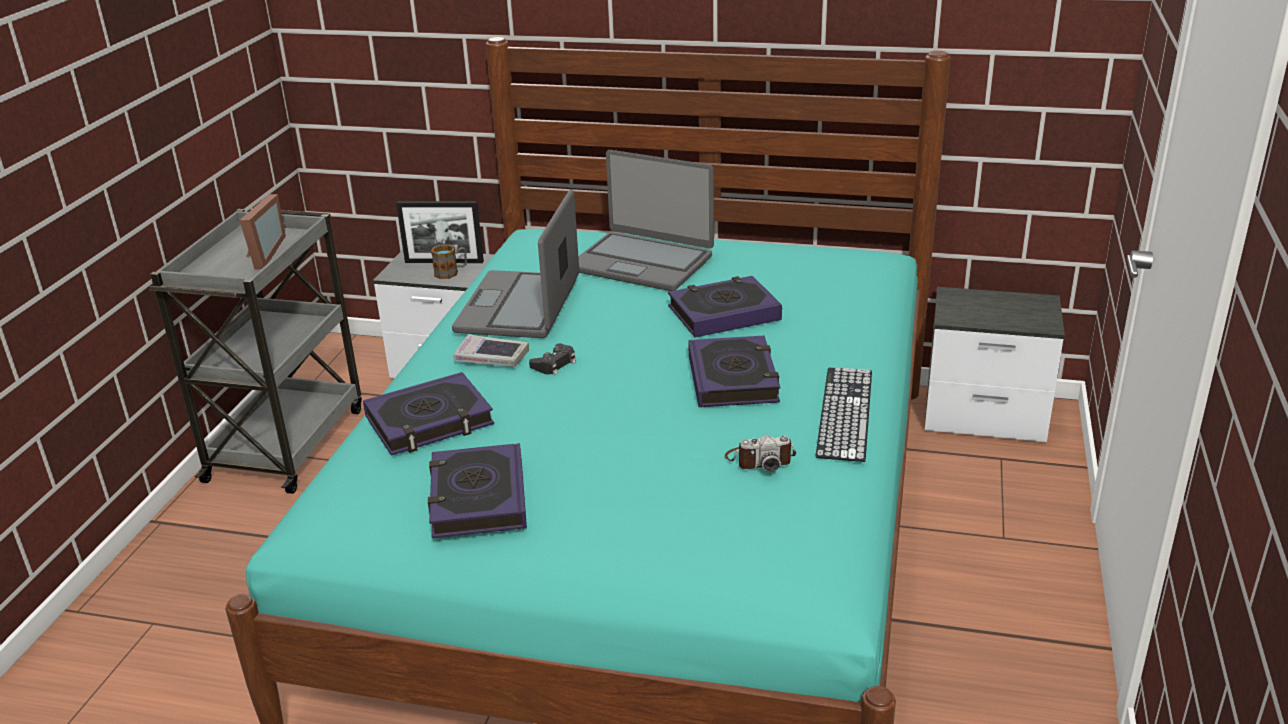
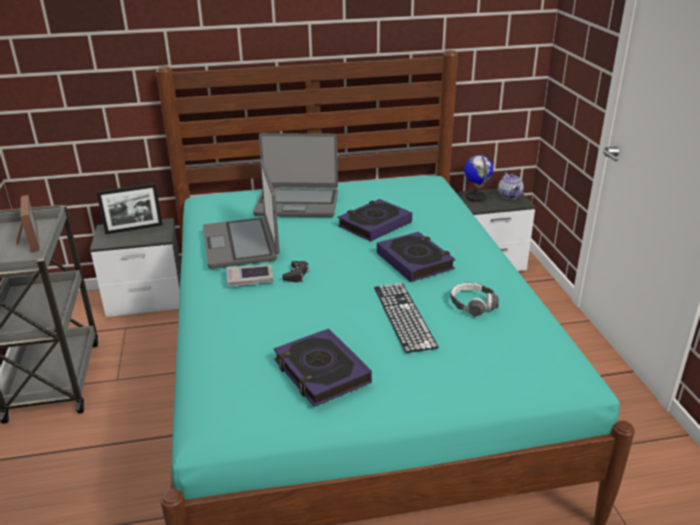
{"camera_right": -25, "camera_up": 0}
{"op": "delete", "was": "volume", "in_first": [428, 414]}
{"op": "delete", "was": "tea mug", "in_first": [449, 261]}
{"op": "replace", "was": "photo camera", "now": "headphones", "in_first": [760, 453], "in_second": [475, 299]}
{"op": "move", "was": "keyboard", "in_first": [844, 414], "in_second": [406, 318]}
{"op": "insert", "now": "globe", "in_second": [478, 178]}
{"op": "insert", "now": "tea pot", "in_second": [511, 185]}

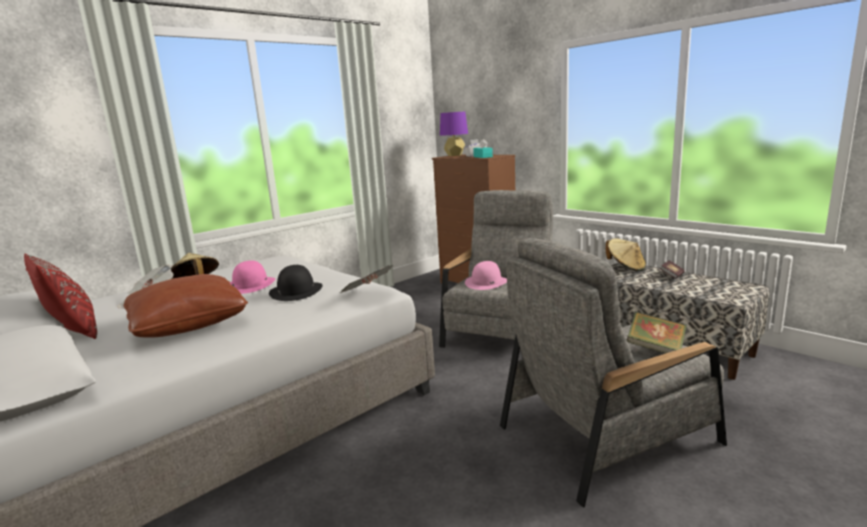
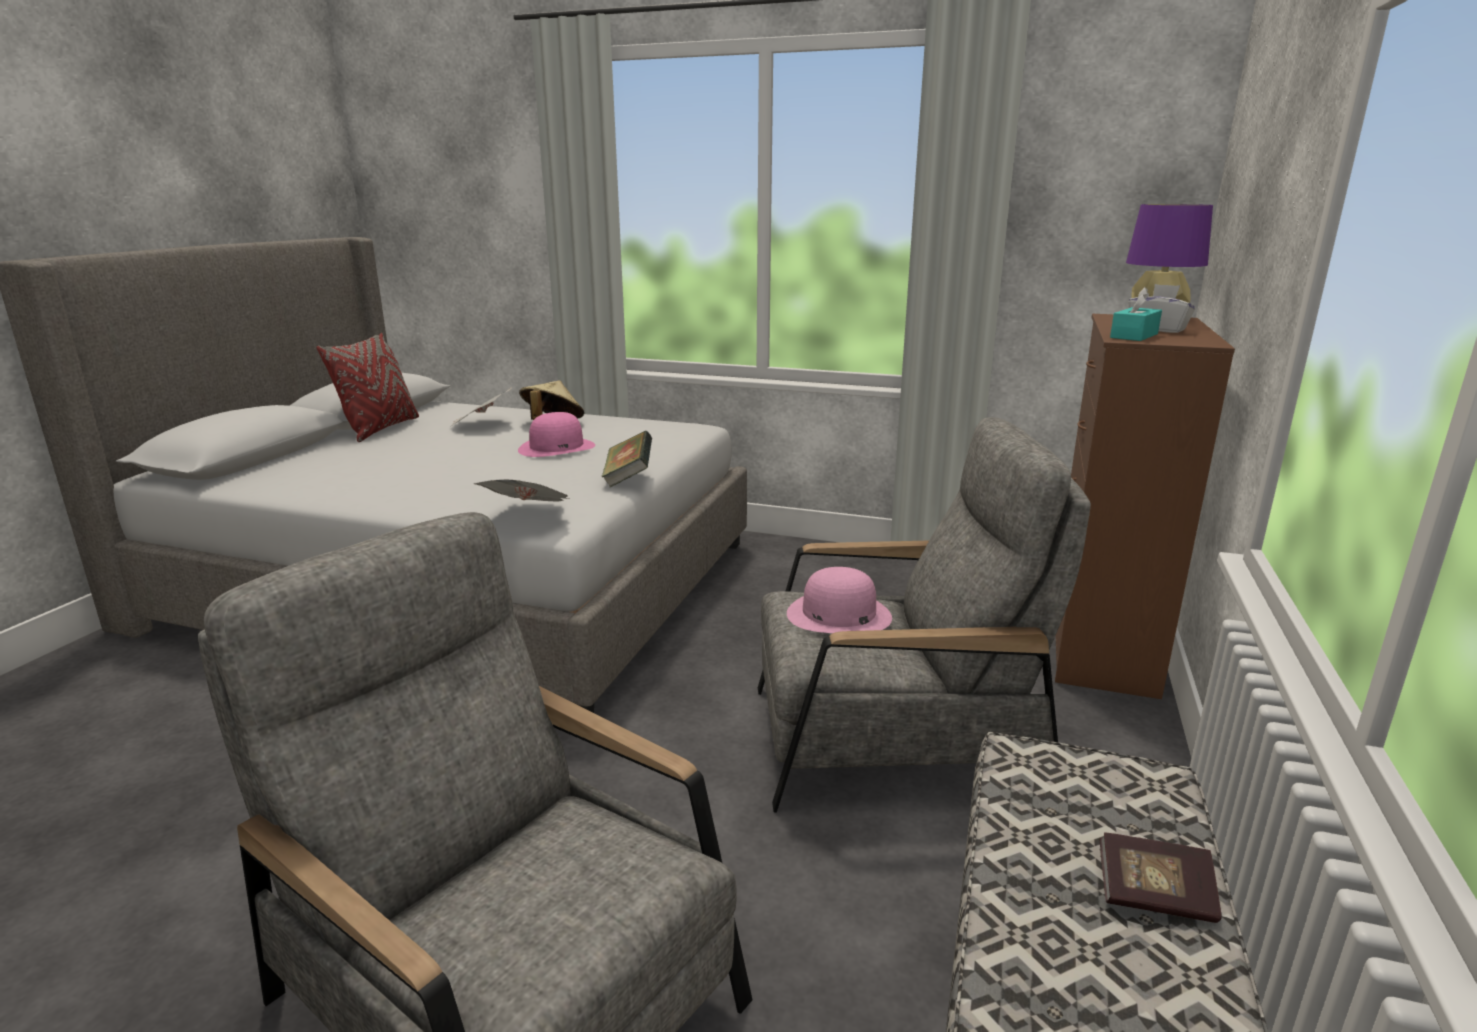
{"camera_right": 60, "camera_up": 5}
{"op": "delete", "was": "brownish cushion", "in_first": [185, 306]}
{"op": "delete", "was": "black-coloured hat", "in_first": [296, 283]}
{"op": "delete", "was": "sand-coloured hat", "in_first": [626, 254]}
{"op": "move", "was": "volume", "in_first": [657, 332], "in_second": [627, 459]}

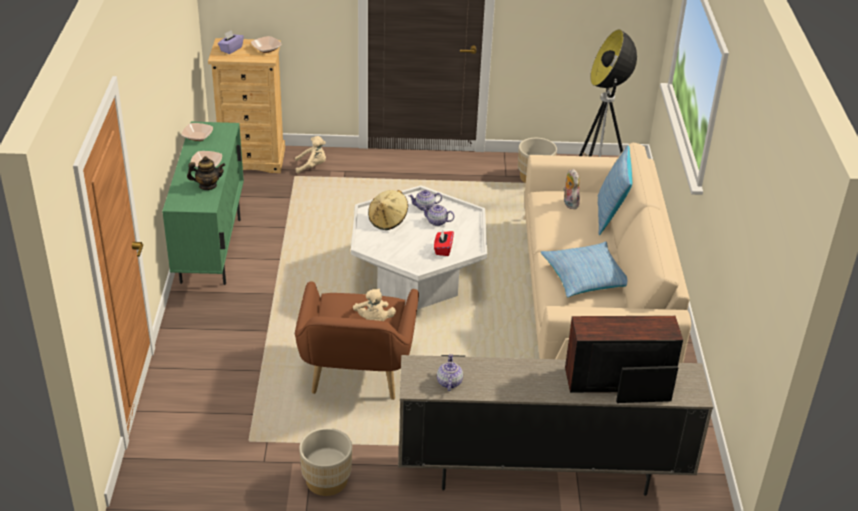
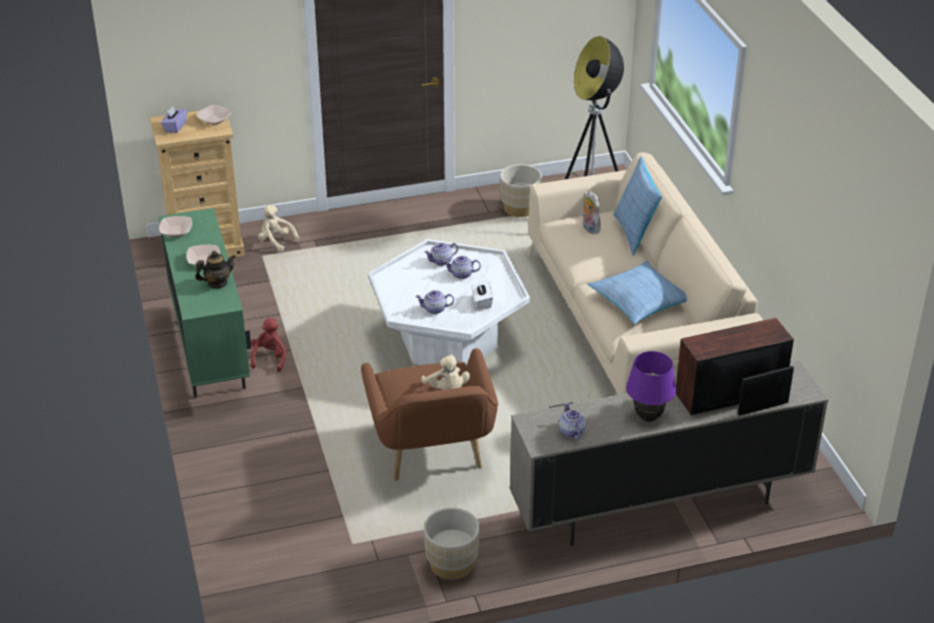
{"camera_right": -15, "camera_up": 0}
{"op": "rotate", "was": "sand-coloured soft toy", "in_first": [310, 155], "in_second": [278, 228], "clockwise": -120}
{"op": "delete", "was": "sand-coloured hat", "in_first": [388, 210]}
{"op": "recolor", "was": "red tissue holder", "now": "white-coloured tissue holder", "in_first": [444, 242], "in_second": [482, 295]}
{"op": "insert", "now": "red soft toy", "in_second": [269, 345]}
{"op": "insert", "now": "tea pot", "in_second": [434, 302]}
{"op": "insert", "now": "purplish lamp for a table", "in_second": [651, 386]}

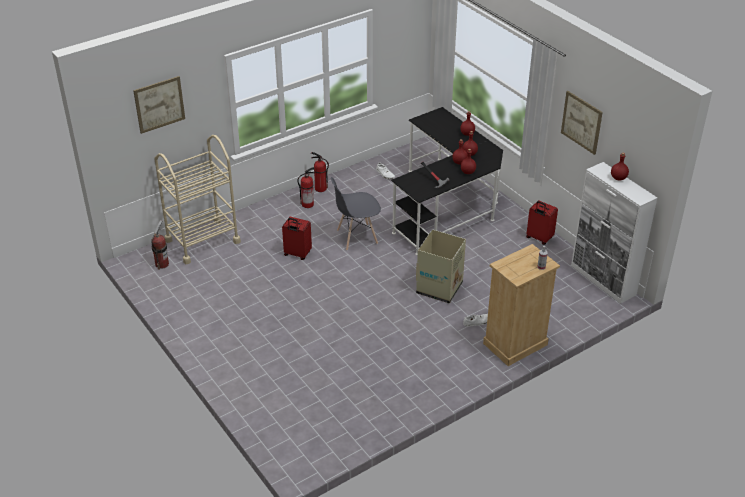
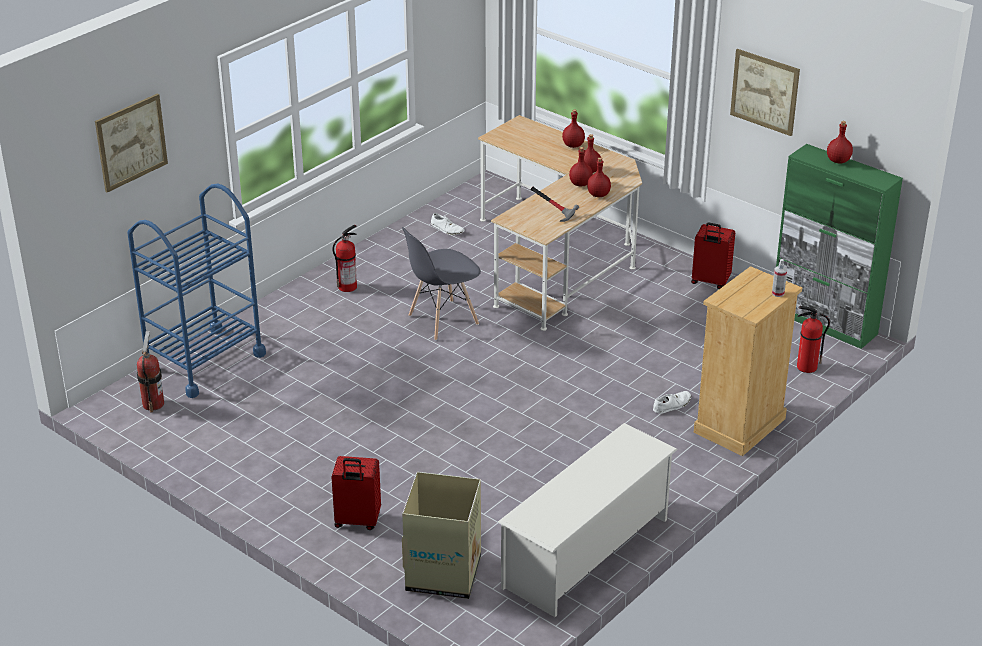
{"camera_right": -15, "camera_up": -5}
{"op": "recolor", "was": "sand-coloured wheeled cart", "now": "bluish wheeled cart", "in_first": [197, 199], "in_second": [196, 290]}
{"op": "move", "was": "red suitcase", "in_first": [297, 238], "in_second": [356, 493]}
{"op": "move", "was": "extinguisher", "in_first": [320, 172], "in_second": [813, 339]}
{"op": "recolor", "was": "black-coloured desk table", "now": "sand-coloured desk table", "in_first": [447, 181], "in_second": [560, 223]}
{"op": "move", "was": "carton", "in_first": [441, 266], "in_second": [441, 535]}
{"op": "recolor", "was": "white-coloured storage cabinet", "now": "green storage cabinet", "in_first": [614, 233], "in_second": [839, 246]}
{"op": "insert", "now": "white-coloured shoe rack", "in_second": [588, 520]}

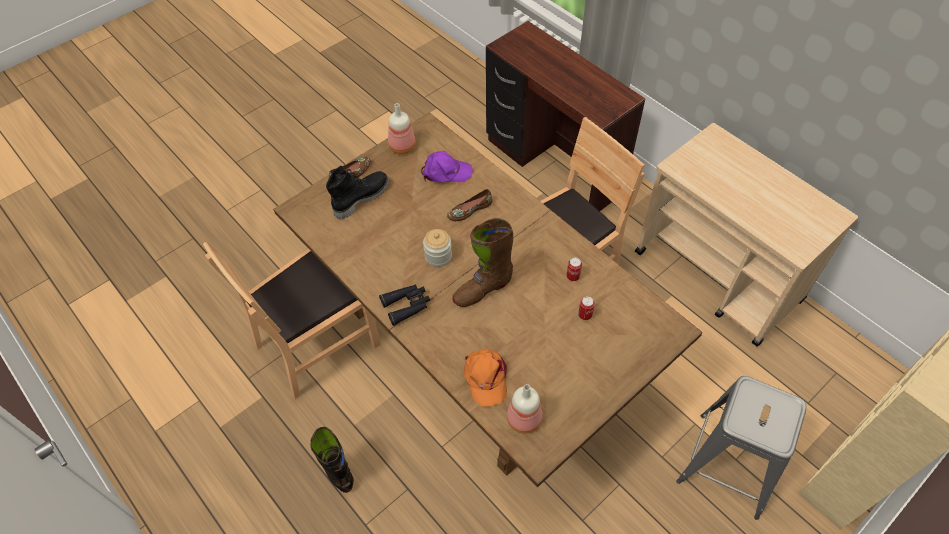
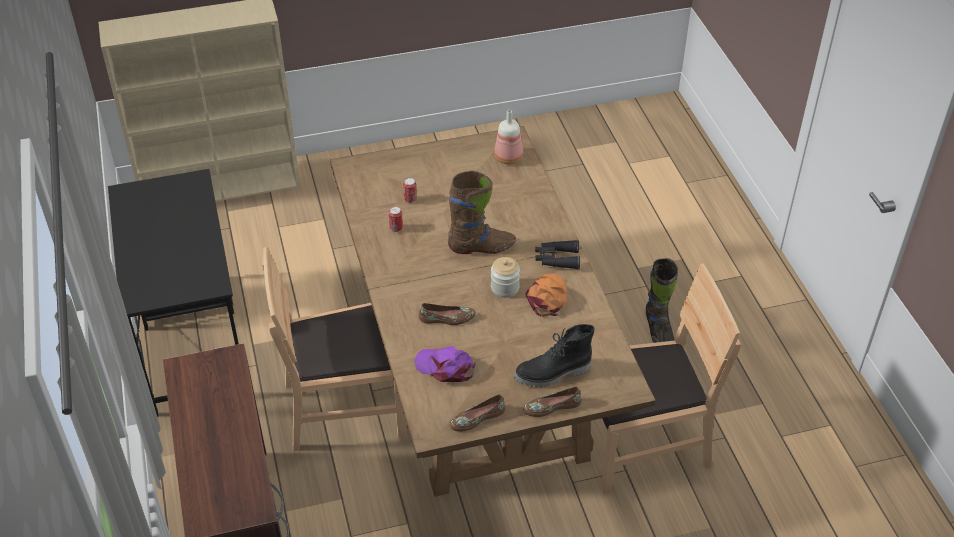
{"camera_right": -155, "camera_up": -10}
{"op": "replace", "was": "bottle", "now": "brownish shoe", "in_first": [402, 128], "in_second": [477, 413]}
{"op": "move", "was": "orangey baseball cap", "in_first": [485, 378], "in_second": [546, 295]}
{"op": "replace", "was": "sand-coloured wheeled cart", "now": "black-coloured desk table", "in_first": [746, 235], "in_second": [173, 293]}
{"op": "delete", "was": "grey stool", "in_first": [741, 448]}

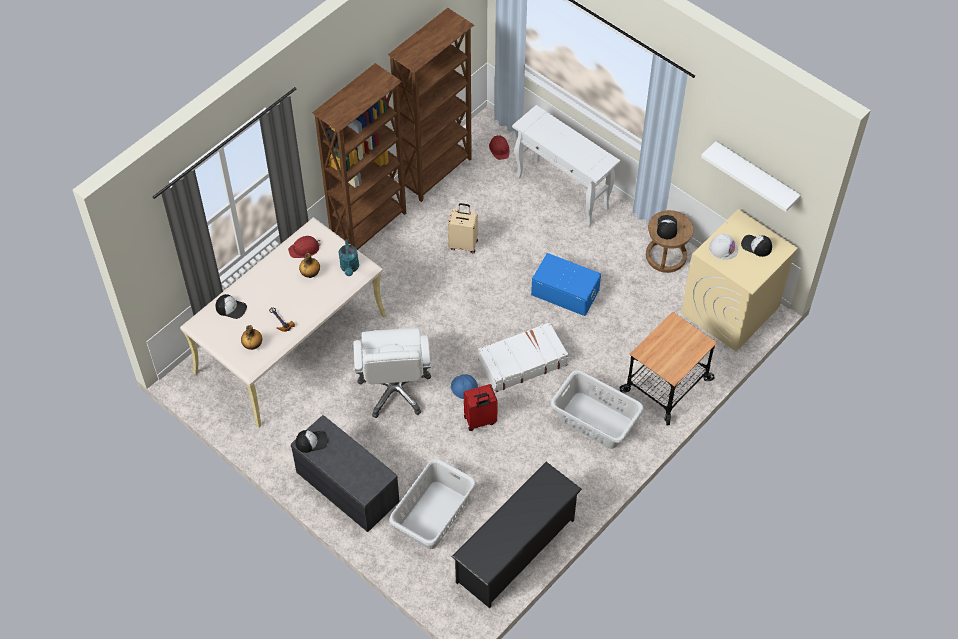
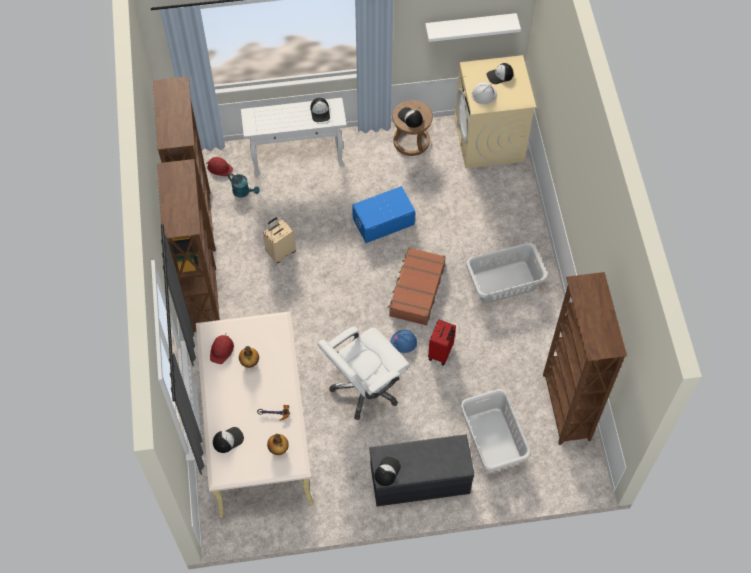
{"camera_right": -50, "camera_up": 5}
{"op": "move", "was": "blue-green watering pot", "in_first": [349, 257], "in_second": [244, 185]}
{"op": "rotate", "was": "white-coloured office chair", "in_first": [392, 373], "in_second": [363, 373], "clockwise": 105}
{"op": "replace", "was": "black-coloured shoe rack", "now": "brownish shelving unit", "in_first": [516, 535], "in_second": [585, 358]}
{"op": "recolor", "was": "white-coloured suitcase", "now": "brownish suitcase", "in_first": [523, 357], "in_second": [417, 286]}
{"op": "delete", "was": "wheeled cart", "in_first": [668, 368]}
{"op": "insert", "now": "baseball cap", "in_second": [320, 110]}

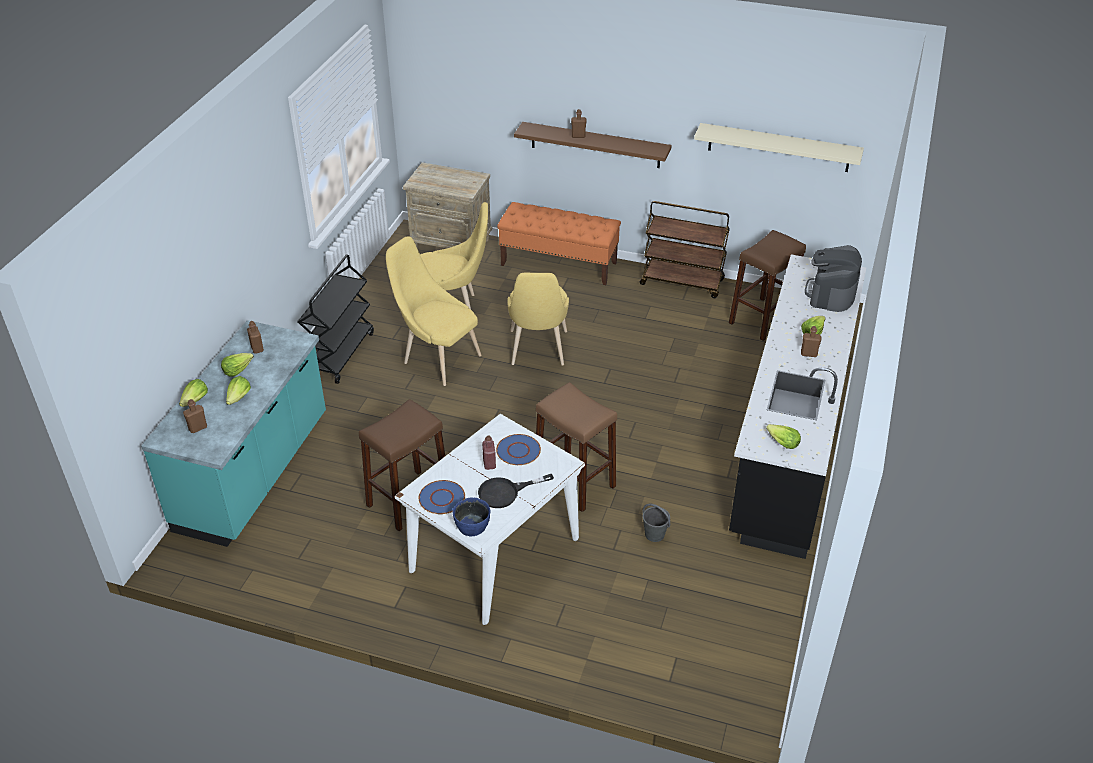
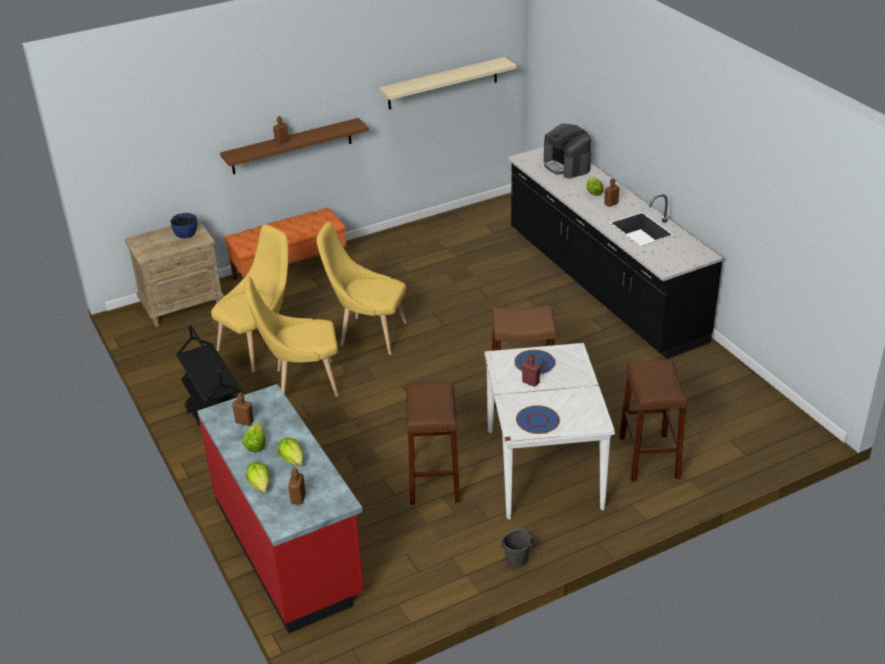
{"camera_right": -45, "camera_up": -5}
{"op": "recolor", "was": "blue-green kitchen counter", "now": "red kitchen counter", "in_first": [233, 433], "in_second": [280, 508]}
{"op": "move", "was": "bluish deep dish", "in_first": [471, 516], "in_second": [183, 225]}
{"op": "delete", "was": "black-coloured pan", "in_first": [516, 491]}
{"op": "rotate", "was": "yellow-coloured chair", "in_first": [538, 319], "in_second": [362, 288], "clockwise": 150}
{"op": "delete", "was": "brownish wheeled cart", "in_first": [685, 249]}
{"op": "move", "was": "grey pail", "in_first": [656, 523], "in_second": [517, 547]}
{"op": "move", "was": "brownish stool", "in_first": [767, 285], "in_second": [653, 420]}
{"op": "delete", "was": "head of lettuce", "in_first": [783, 436]}

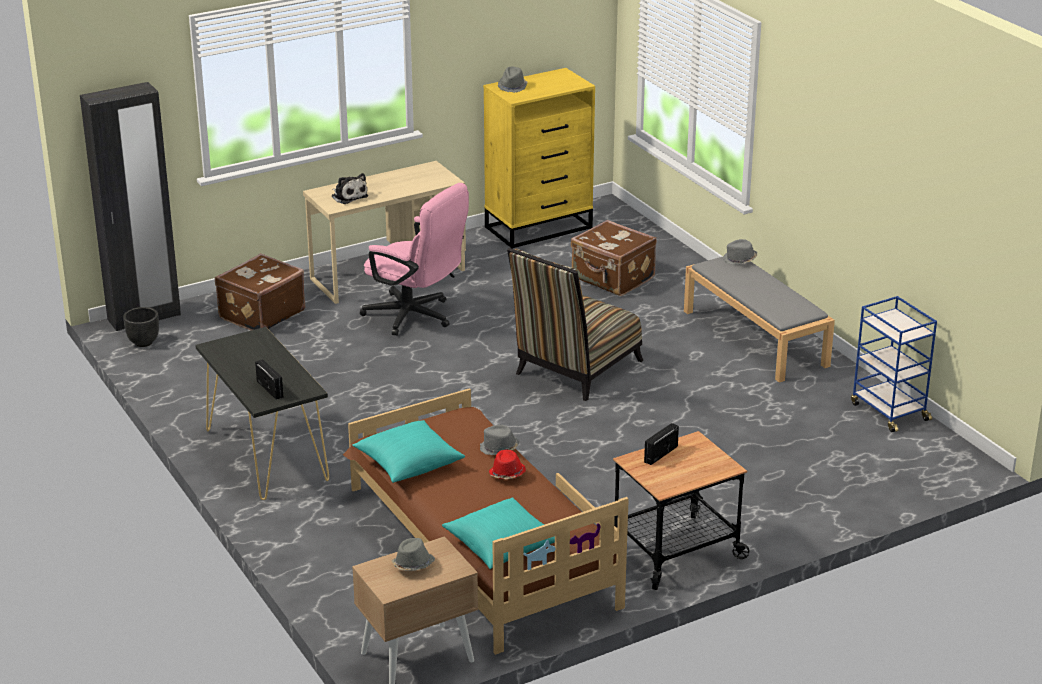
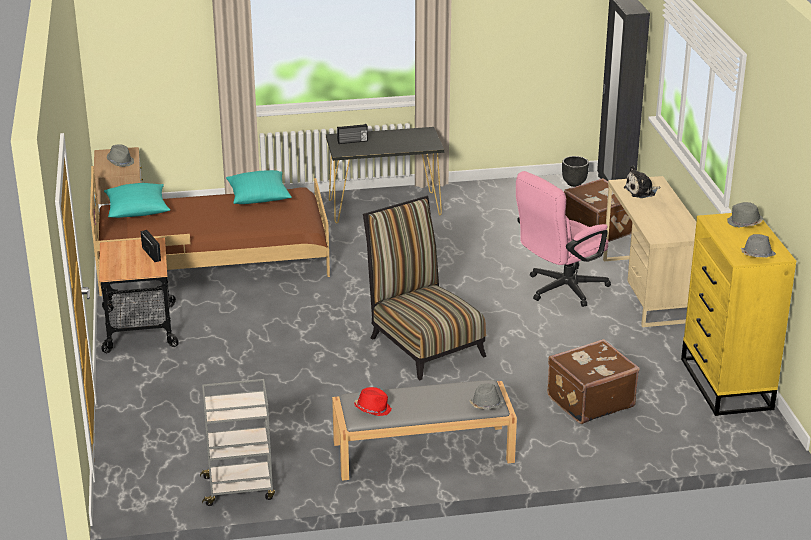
{"camera_right": 110, "camera_up": 0}
{"op": "move", "was": "grey hat", "in_first": [499, 440], "in_second": [758, 246]}
{"op": "move", "was": "red hat", "in_first": [507, 464], "in_second": [373, 401]}
{"op": "recolor", "was": "bluish wheeled cart", "now": "grey wheeled cart", "in_first": [894, 364], "in_second": [237, 442]}

